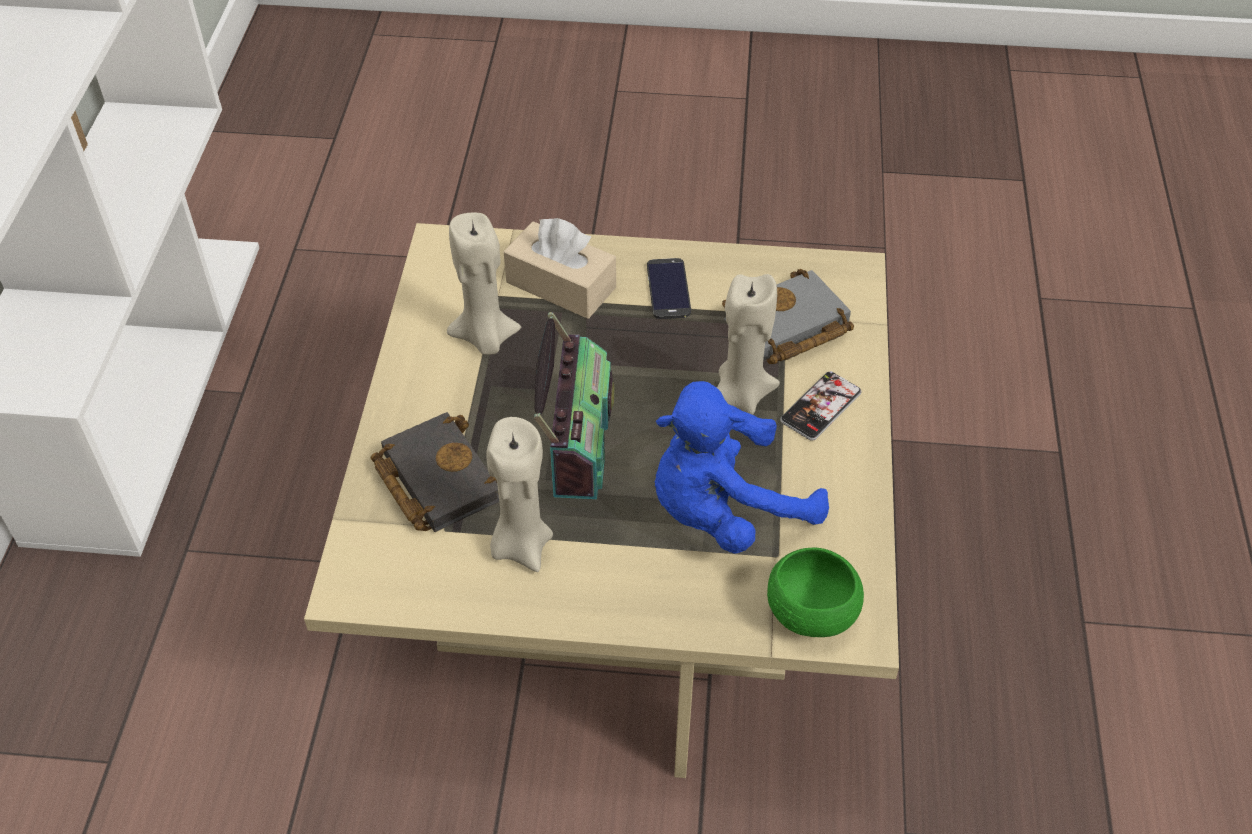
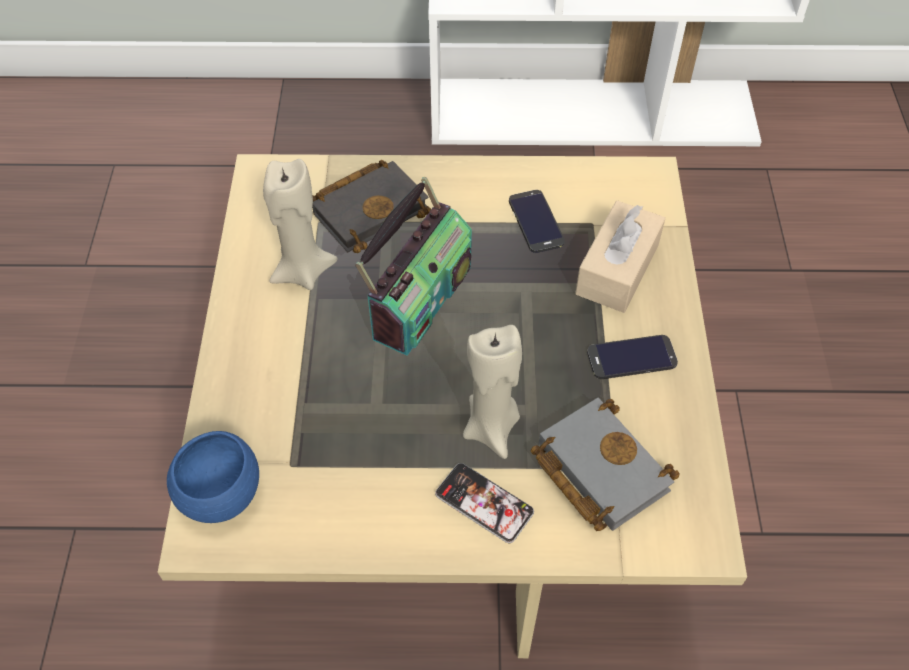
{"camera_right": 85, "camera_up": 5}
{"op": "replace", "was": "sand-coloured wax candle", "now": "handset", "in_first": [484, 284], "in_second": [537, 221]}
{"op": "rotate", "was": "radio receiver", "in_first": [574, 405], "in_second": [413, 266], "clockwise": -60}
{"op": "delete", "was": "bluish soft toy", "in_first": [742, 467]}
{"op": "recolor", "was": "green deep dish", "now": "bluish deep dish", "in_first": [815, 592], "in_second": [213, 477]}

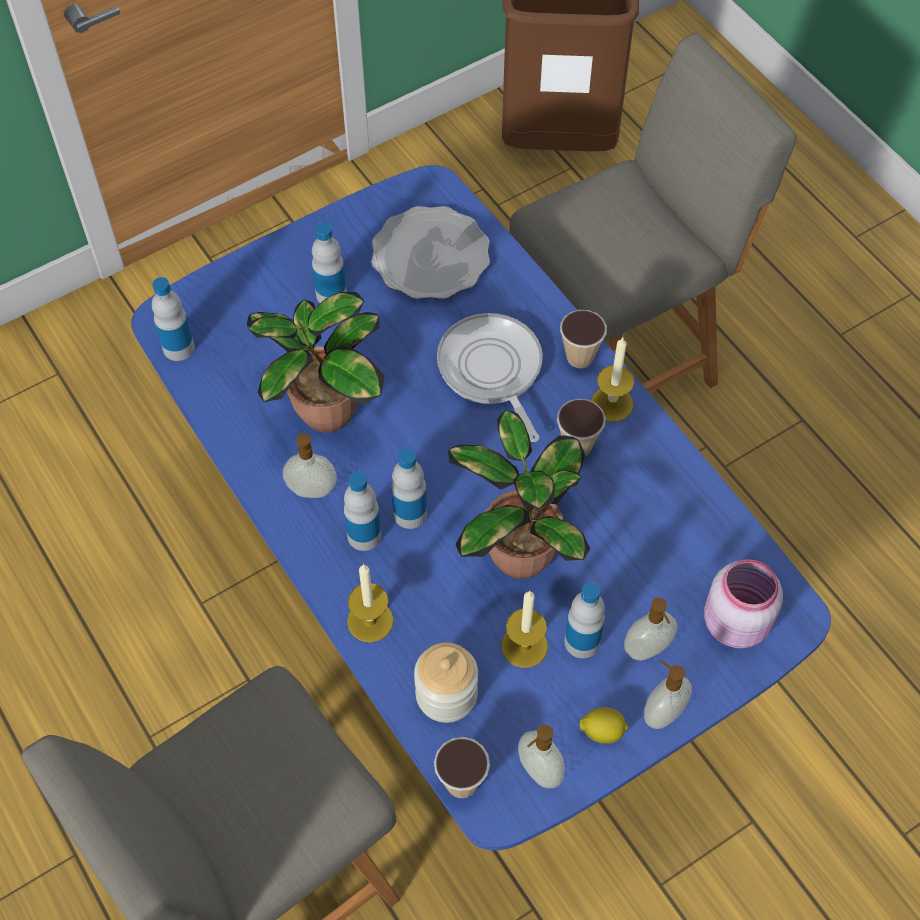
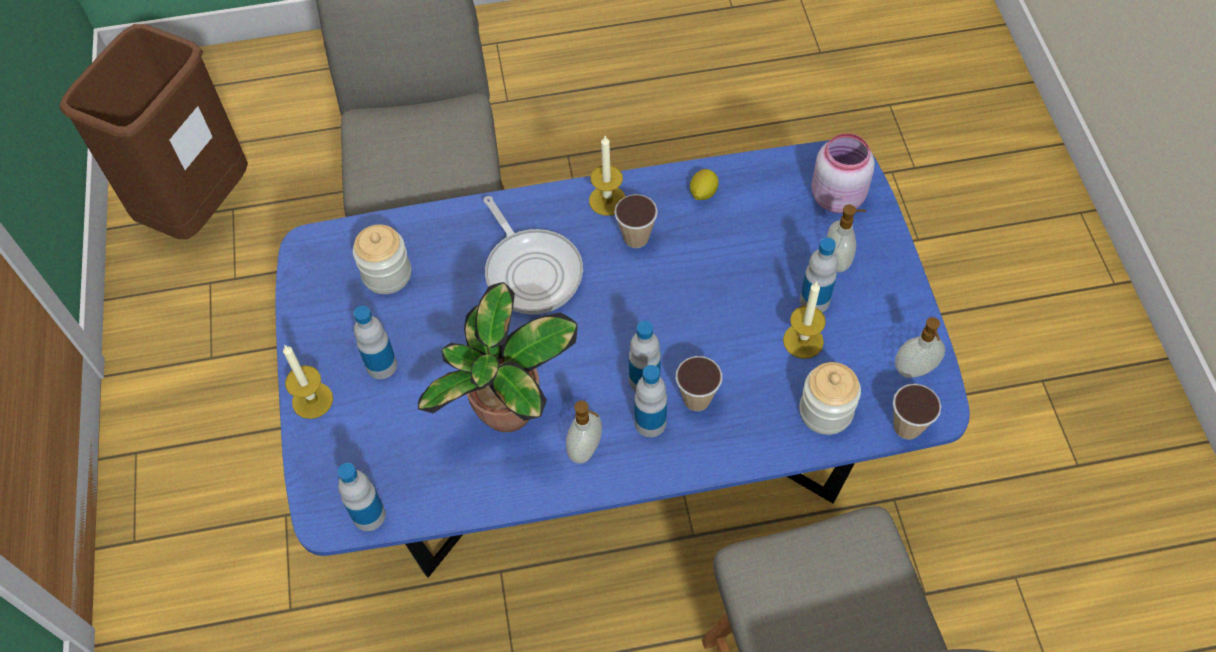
{"camera_right": -65, "camera_up": 0}
{"op": "move", "was": "wax candle", "in_first": [370, 603], "in_second": [308, 382]}
{"op": "replace", "was": "dinner plate", "now": "storage jar", "in_first": [430, 252], "in_second": [382, 259]}
{"op": "rotate", "was": "pan", "in_first": [490, 377], "in_second": [533, 255], "clockwise": -120}
{"op": "delete", "was": "potted plant", "in_first": [519, 494]}
{"op": "move", "was": "cup", "in_first": [583, 339], "in_second": [699, 384]}
{"op": "move", "was": "lemon", "in_first": [604, 725], "in_second": [704, 184]}
{"op": "delete", "was": "liquid soap bottle", "in_first": [668, 694]}

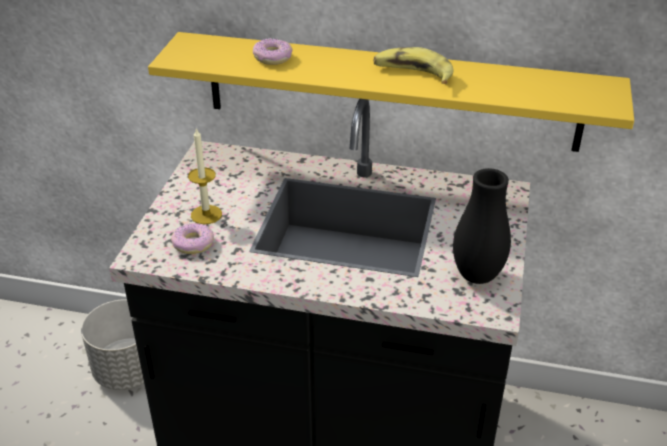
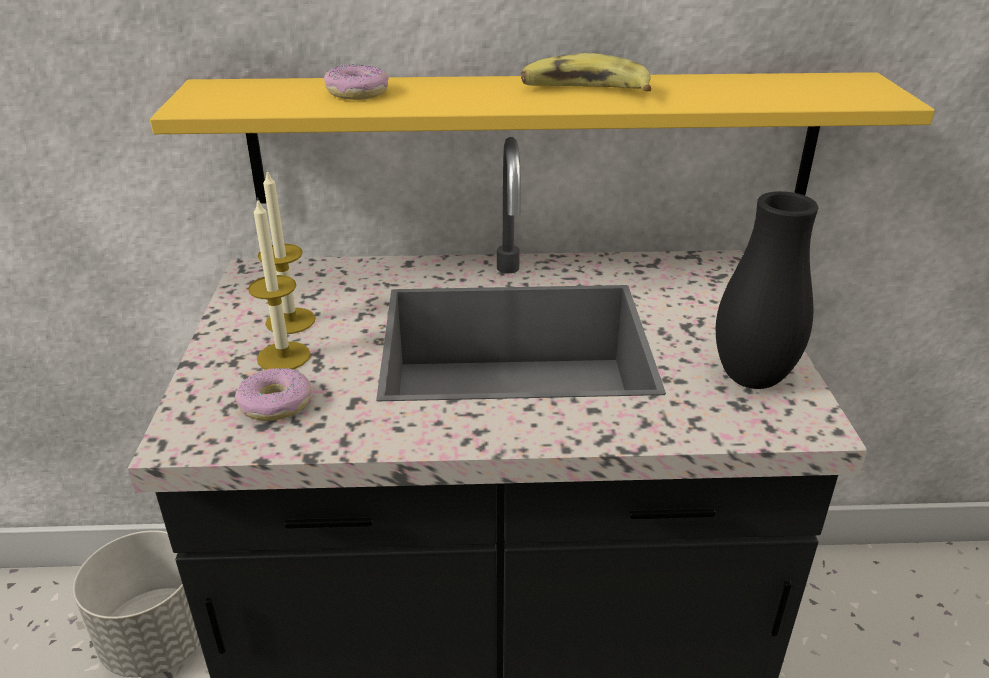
{"camera_right": -15, "camera_up": -5}
{"op": "insert", "now": "wax candle", "in_second": [287, 252]}

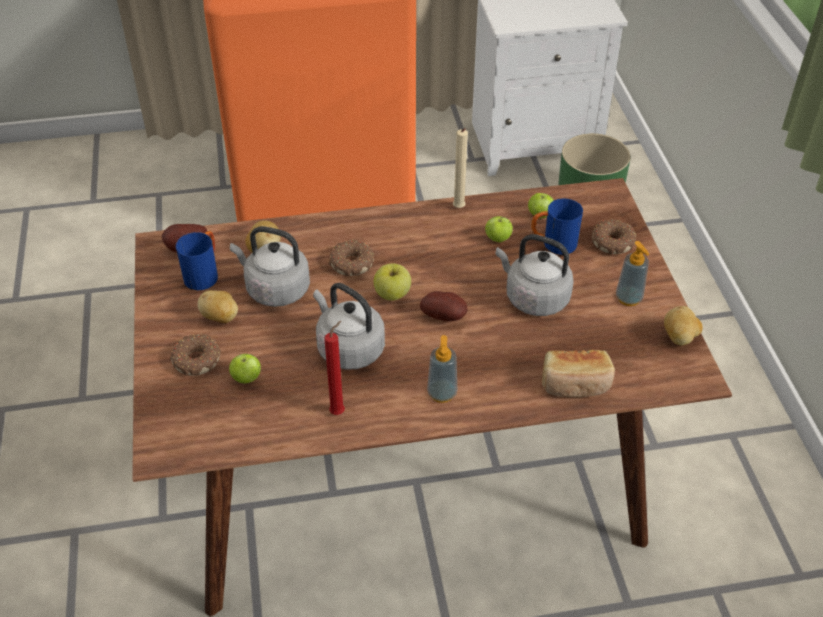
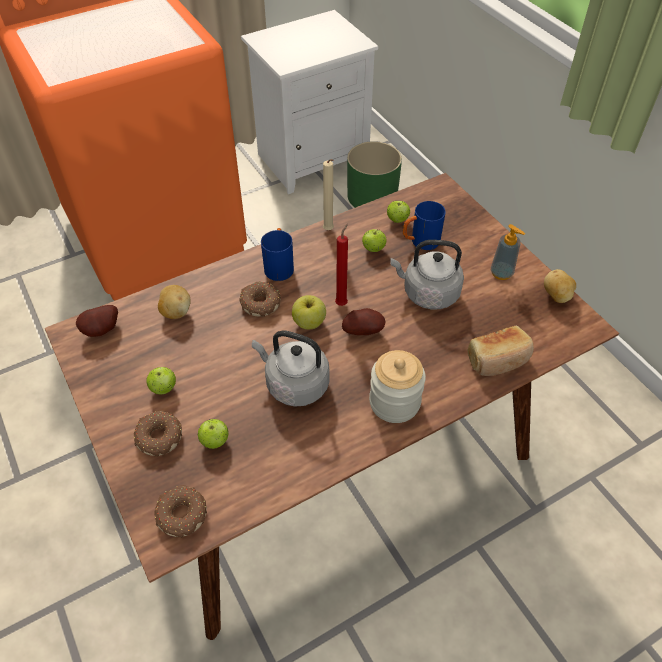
{"camera_right": -20, "camera_up": 5}
{"op": "move", "was": "bluish tea mug", "in_first": [197, 260], "in_second": [277, 254]}
{"op": "replace", "was": "spud", "now": "whole apple", "in_first": [218, 306], "in_second": [161, 380]}
{"op": "delete", "was": "grey tea kettle", "in_first": [270, 266]}
{"op": "move", "was": "red wax candle", "in_first": [334, 368], "in_second": [341, 264]}
{"op": "replace", "was": "liquid soap bottle", "now": "storage jar", "in_first": [442, 369], "in_second": [397, 386]}
{"op": "move", "was": "ring doughnut", "in_first": [614, 237], "in_second": [181, 511]}

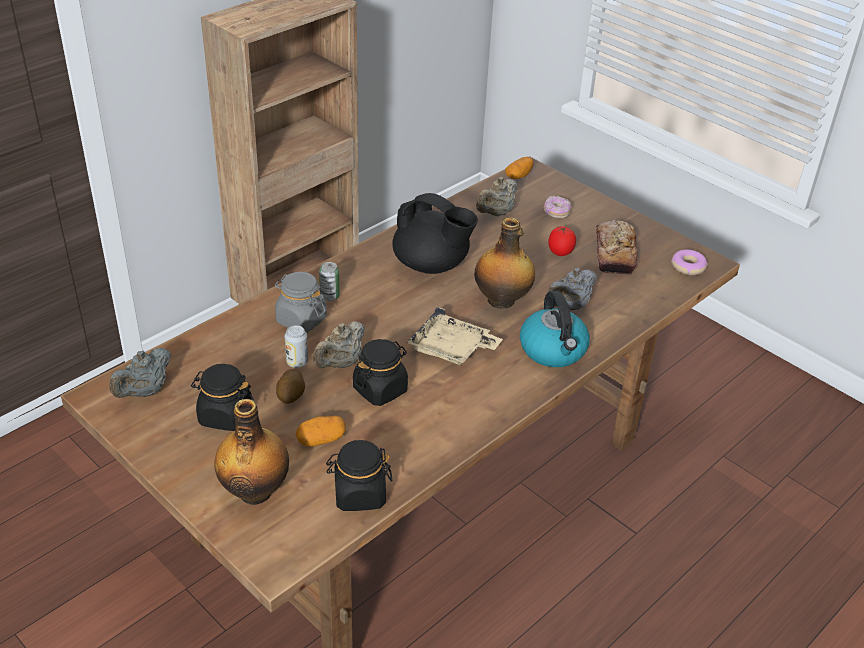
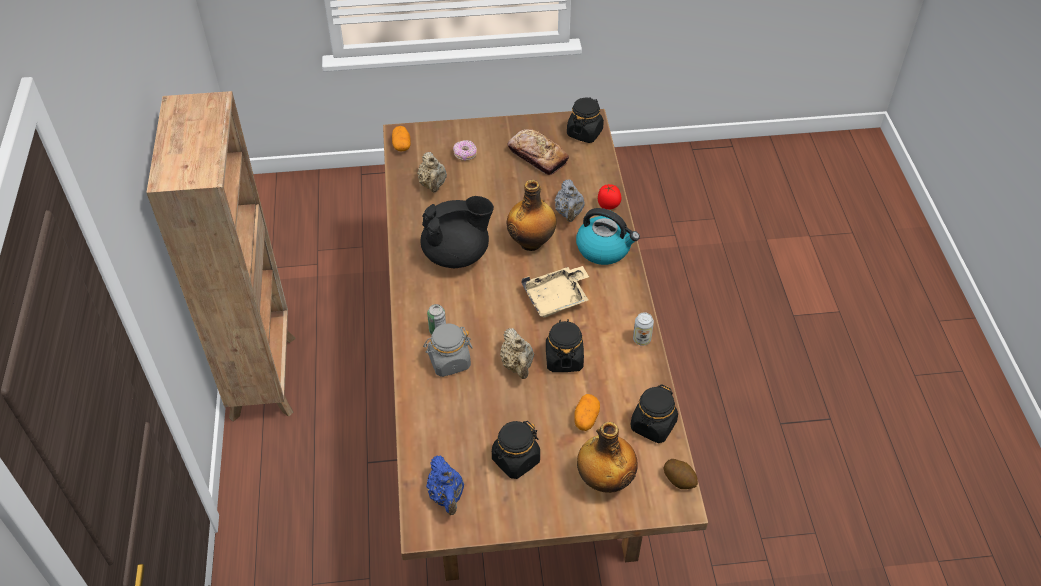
{"camera_right": -50, "camera_up": 10}
{"op": "recolor", "was": "grey tea pot", "now": "bluish tea pot", "in_first": [140, 373], "in_second": [445, 485]}
{"op": "move", "was": "spud", "in_first": [290, 386], "in_second": [681, 474]}
{"op": "move", "was": "metal can", "in_first": [296, 346], "in_second": [643, 329]}
{"op": "move", "was": "whole tomato", "in_first": [562, 241], "in_second": [609, 197]}
{"op": "replace", "was": "ring doughnut", "now": "black-coloured storage jar", "in_first": [689, 262], "in_second": [585, 120]}

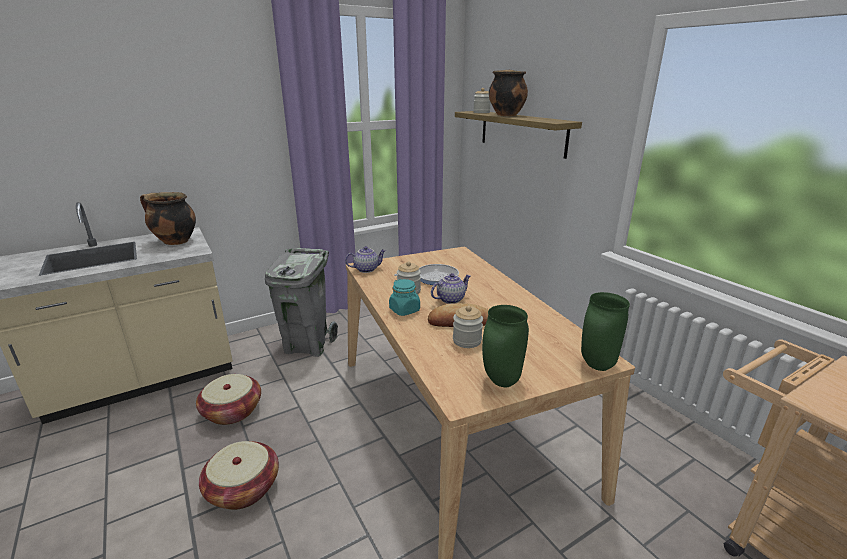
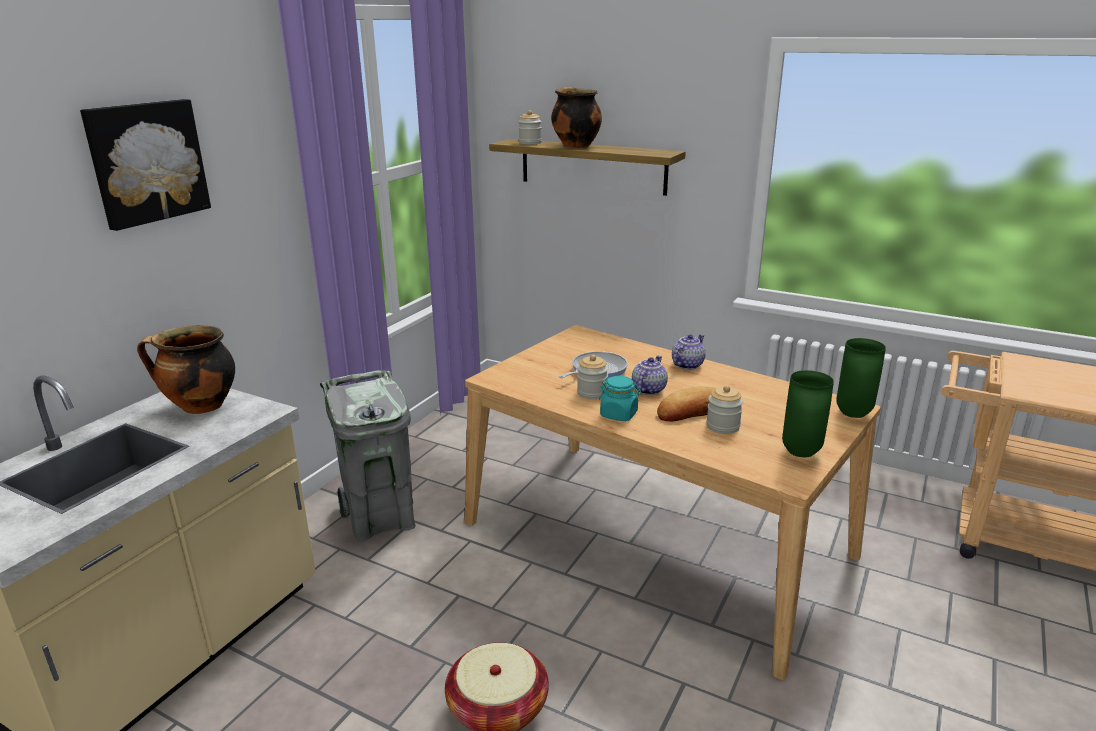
{"camera_right": -30, "camera_up": 0}
{"op": "delete", "was": "basket", "in_first": [228, 399]}
{"op": "move", "was": "tea pot", "in_first": [365, 259], "in_second": [689, 351]}
{"op": "insert", "now": "wall art", "in_second": [145, 165]}

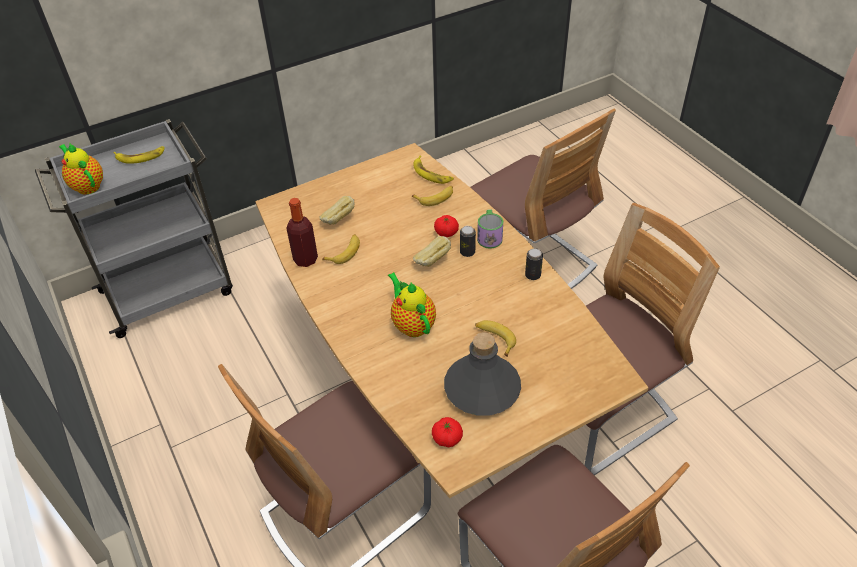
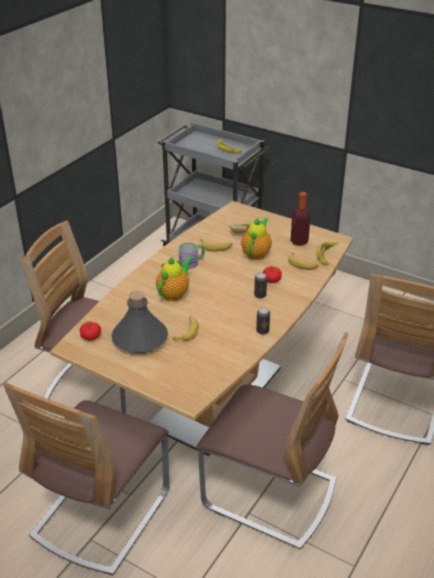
{"camera_right": 60, "camera_up": -10}
{"op": "move", "was": "tea pot", "in_first": [81, 169], "in_second": [256, 239]}
{"op": "move", "was": "bottle", "in_first": [302, 232], "in_second": [301, 219]}
{"op": "delete", "was": "bakery bread", "in_first": [432, 251]}
{"op": "move", "was": "tea mug", "in_first": [490, 229], "in_second": [192, 256]}

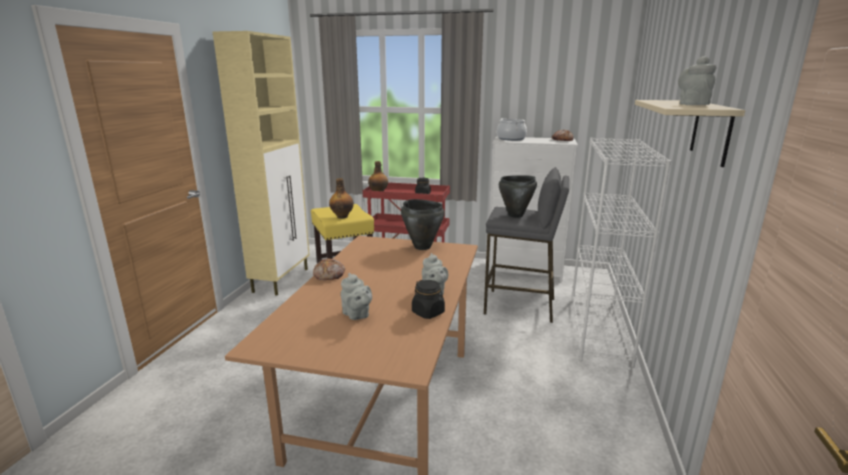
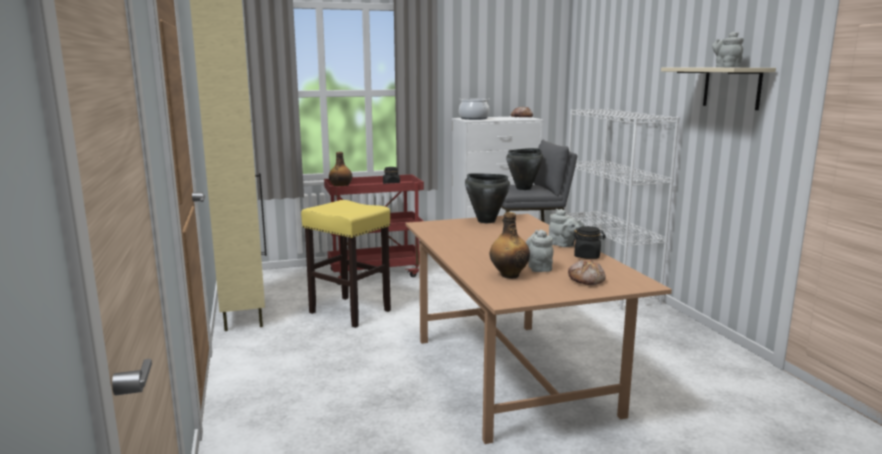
{"camera_right": -30, "camera_up": -5}
{"op": "move", "was": "bakery bread", "in_first": [329, 269], "in_second": [587, 272]}
{"op": "move", "was": "bottle", "in_first": [341, 198], "in_second": [510, 245]}
{"op": "rotate", "was": "grey tea pot", "in_first": [356, 296], "in_second": [540, 250], "clockwise": -120}

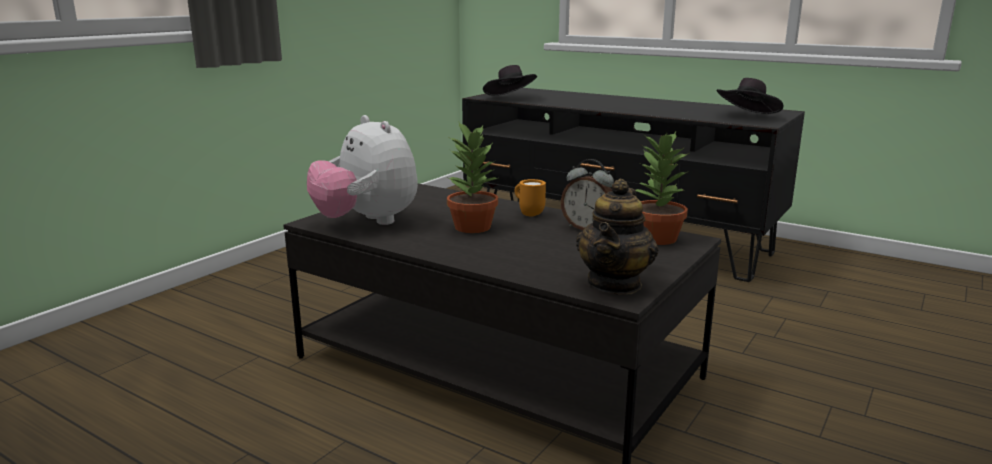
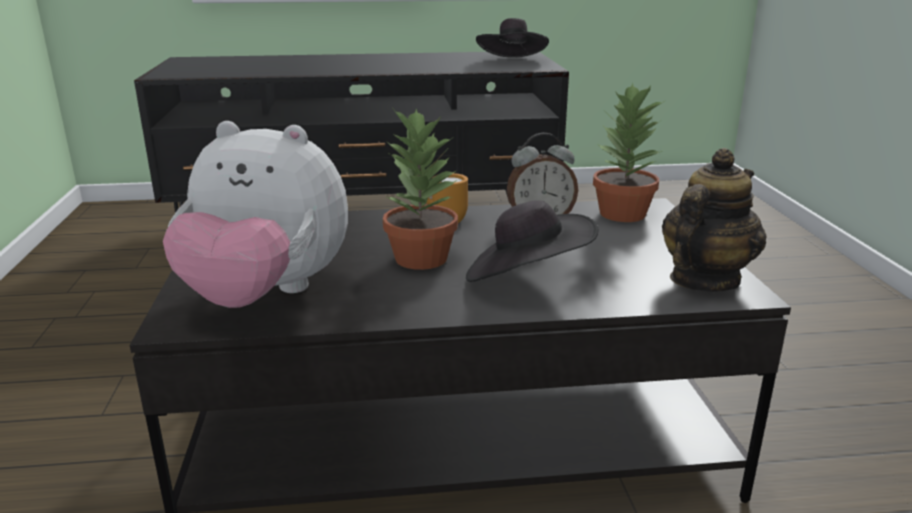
{"camera_right": -40, "camera_up": 5}
{"op": "move", "was": "black-coloured hat", "in_first": [510, 80], "in_second": [532, 241]}
{"op": "rotate", "was": "tea pot", "in_first": [617, 236], "in_second": [714, 220], "clockwise": -120}

